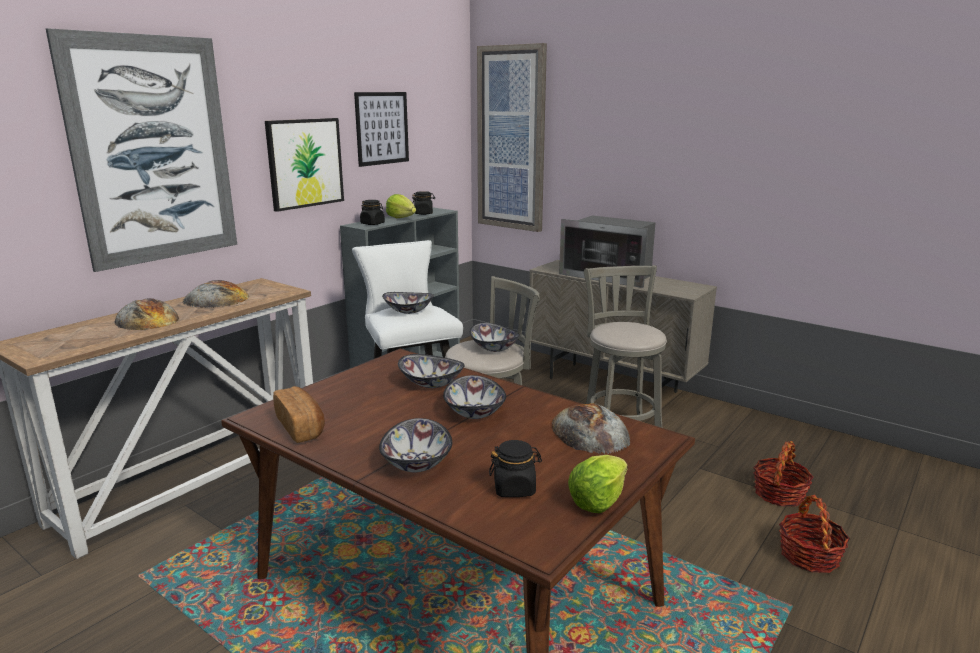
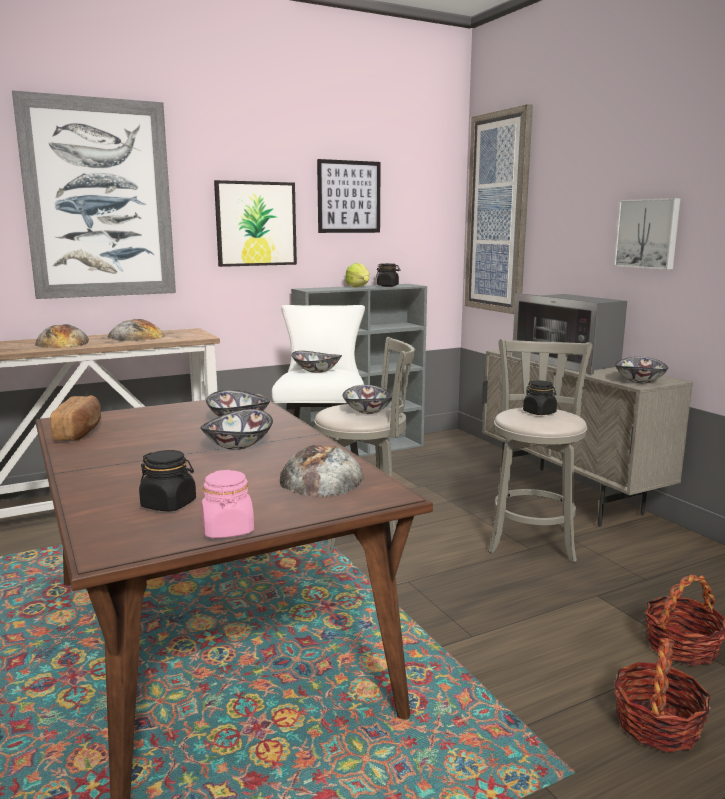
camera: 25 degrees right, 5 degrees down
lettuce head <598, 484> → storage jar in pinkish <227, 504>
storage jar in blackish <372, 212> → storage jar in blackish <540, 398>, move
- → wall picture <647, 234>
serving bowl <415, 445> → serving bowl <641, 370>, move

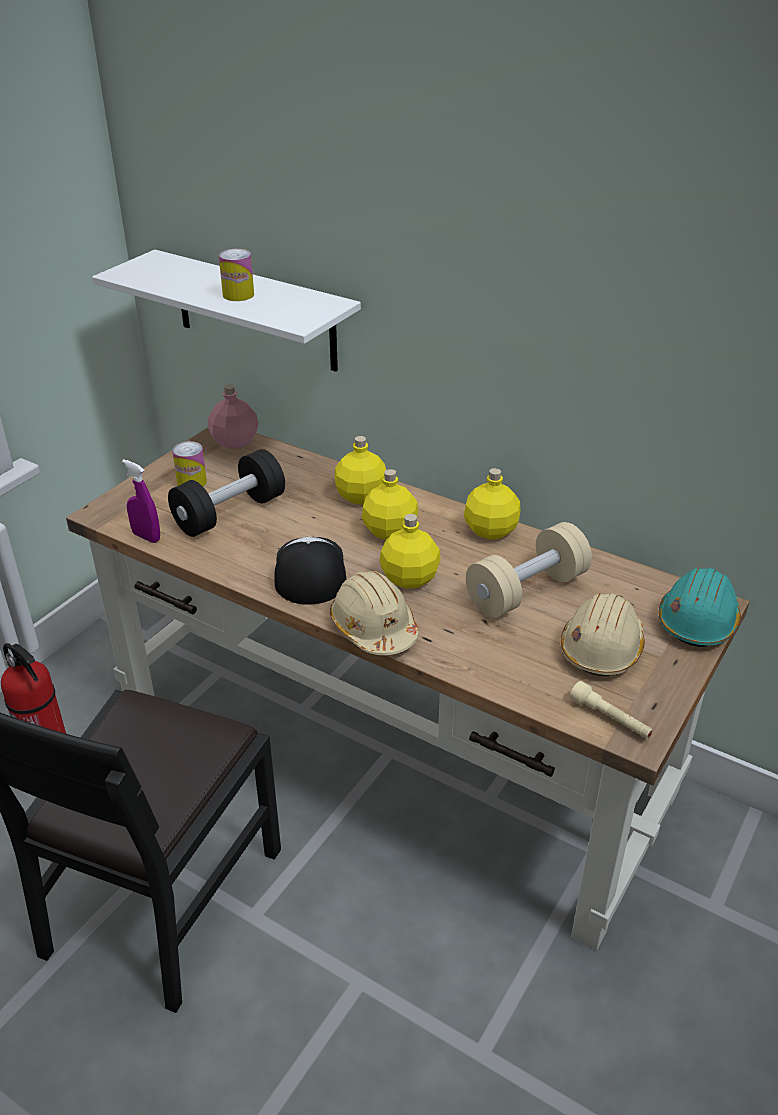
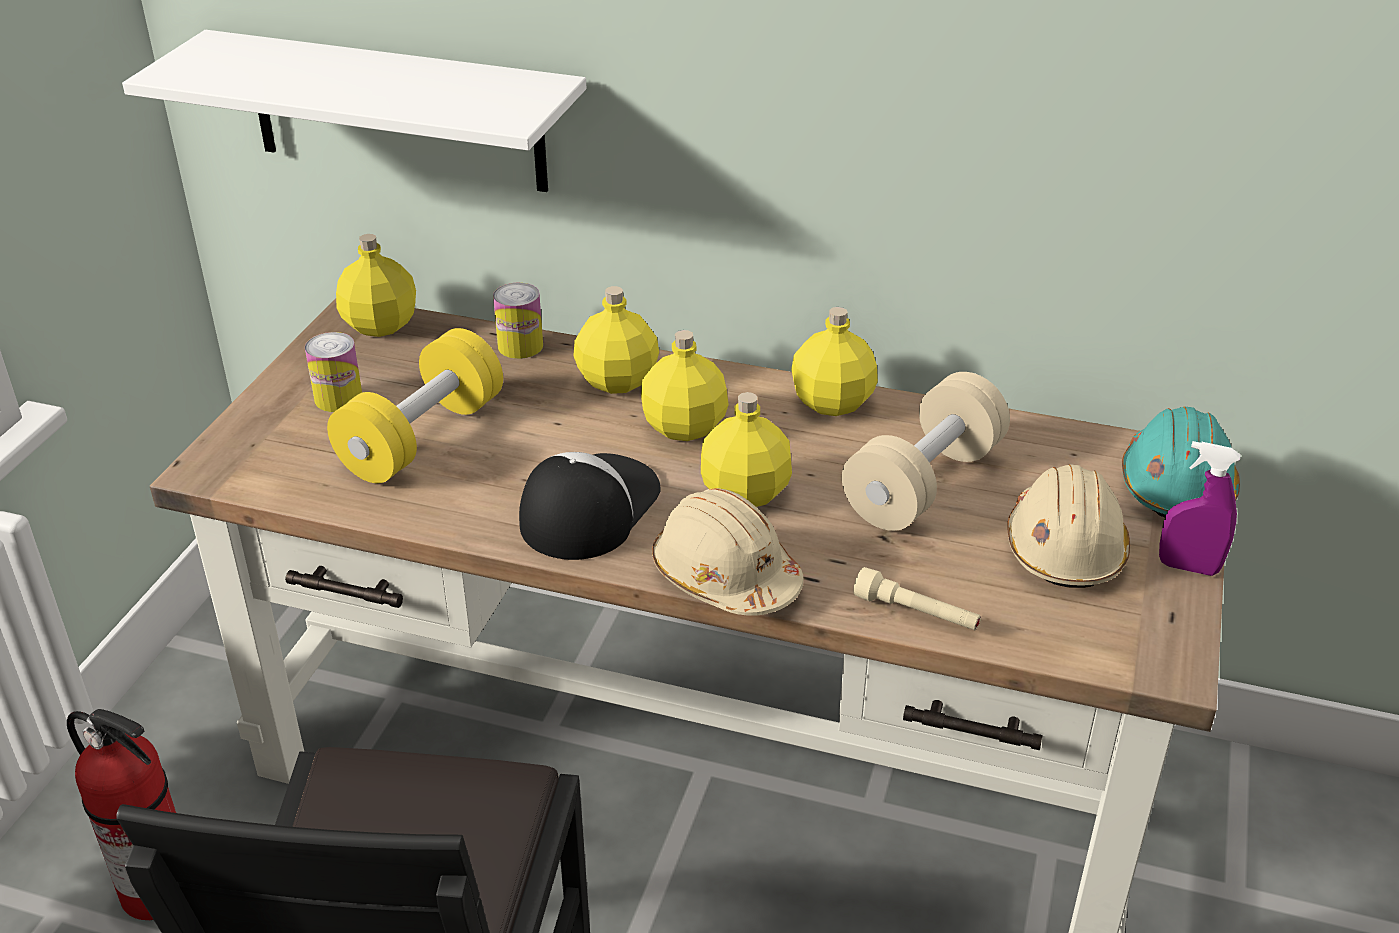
camera: 15 degrees left, 0 degrees up
dumbbell in blackish <226, 493> → dumbbell in yellow-coloured <415, 405>
drink bottle in pinkish <233, 416> → drink bottle in yellow-coloured <376, 285>
can <236, 275> → can <518, 321>, move
baseball cap <310, 571> → baseball cap <590, 506>, 45 degrees clockwise
torch in sand-coloured <611, 710> → torch in sand-coloured <917, 598>, move
hand sprayer in purple <141, 501> → hand sprayer in purple <1200, 508>, move

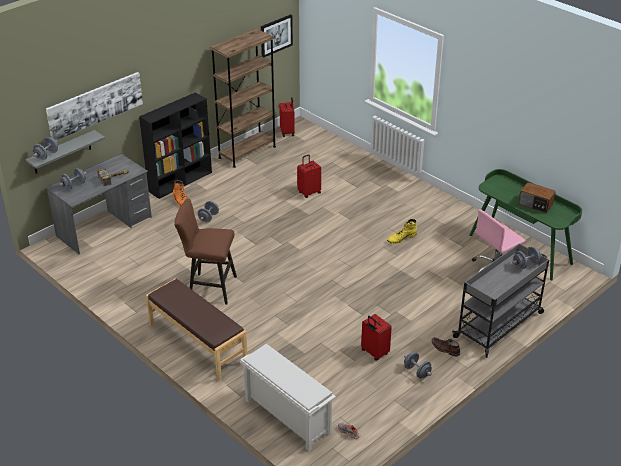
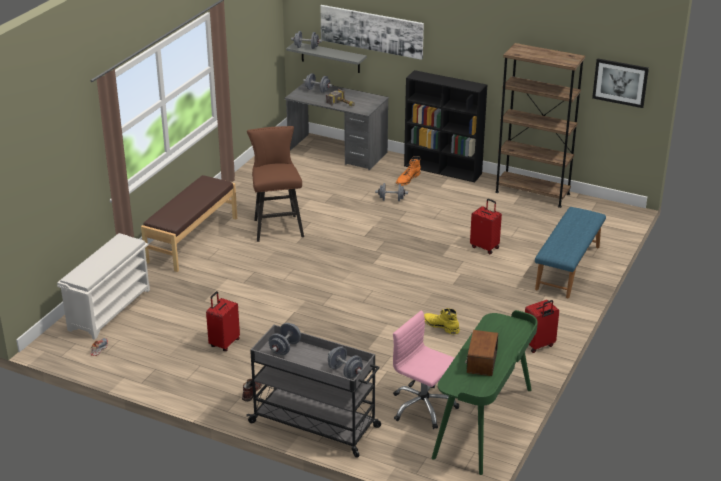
camera: 70 degrees right, 5 degrees down
dumbbell in greyish <418, 365> → dumbbell in greyish <285, 339>, move
piece of luggage in red <287, 117> → piece of luggage in red <542, 326>, move
- → bench in blue <570, 252>

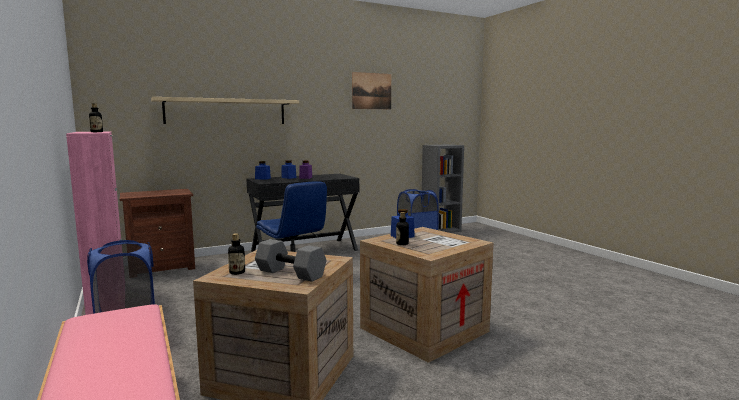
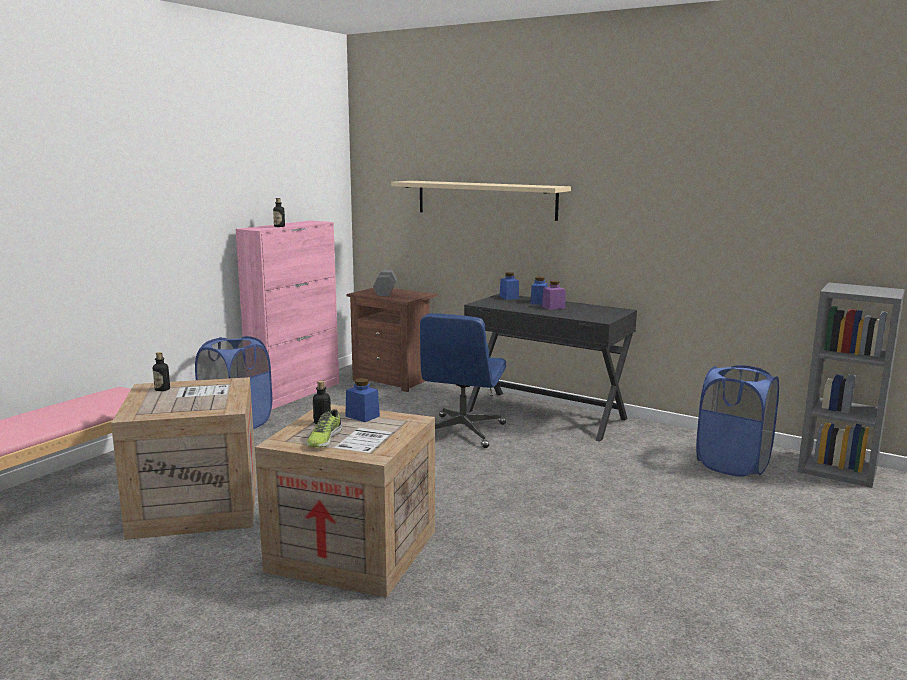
camera: 60 degrees right, 5 degrees up
- → item of footwear <324, 428>
dumbbell in greyish <291, 260> → dumbbell in greyish <385, 283>, move
wall picture <371, 90> → -

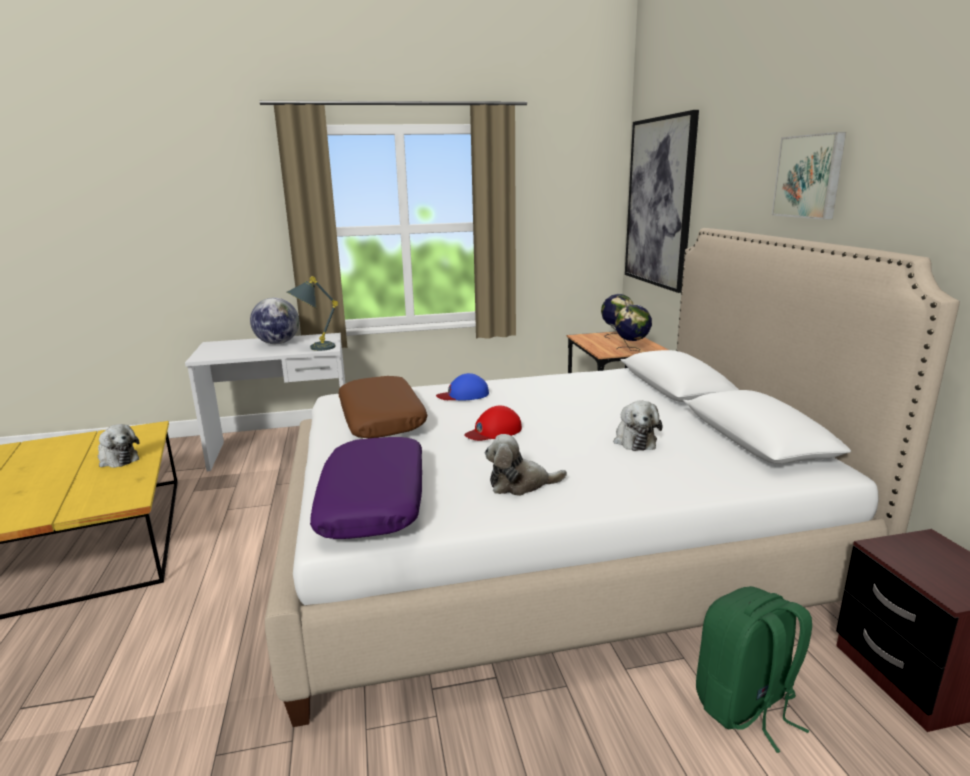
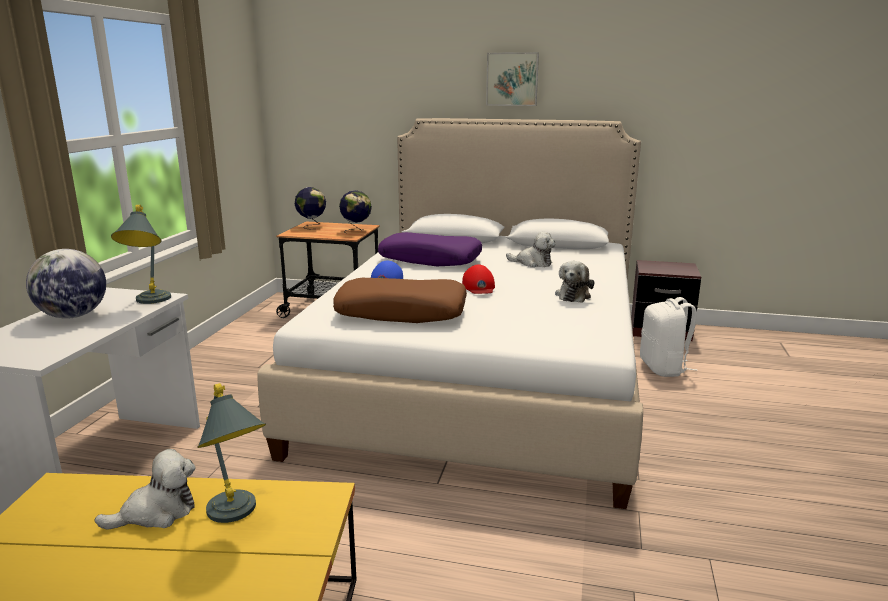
camera: 65 degrees left, 0 degrees up
- → lamp for a table in greyish <231, 453>
cushion in purple <366, 488> → cushion in purple <430, 249>, move
backpack in greenish <754, 669> → backpack in whitish <669, 337>
wall picture <662, 201> → -

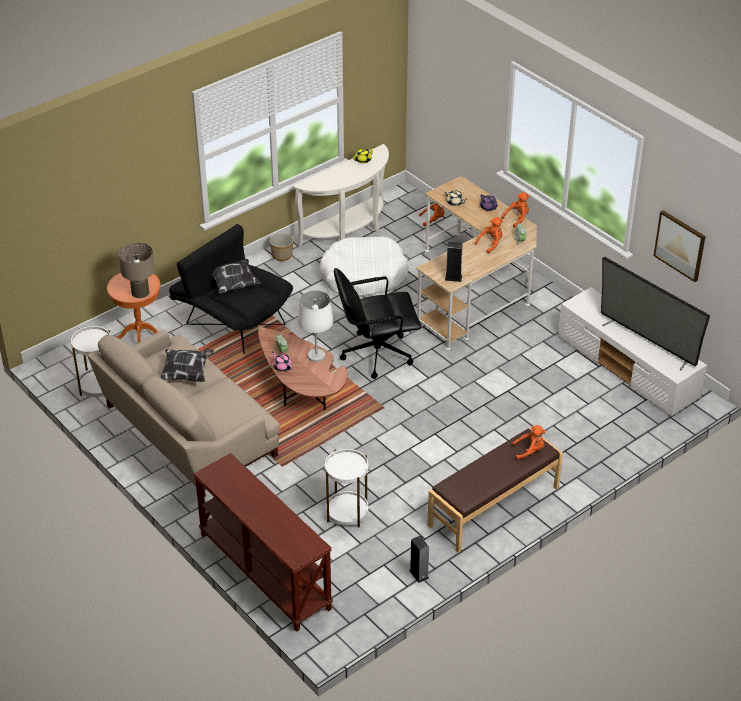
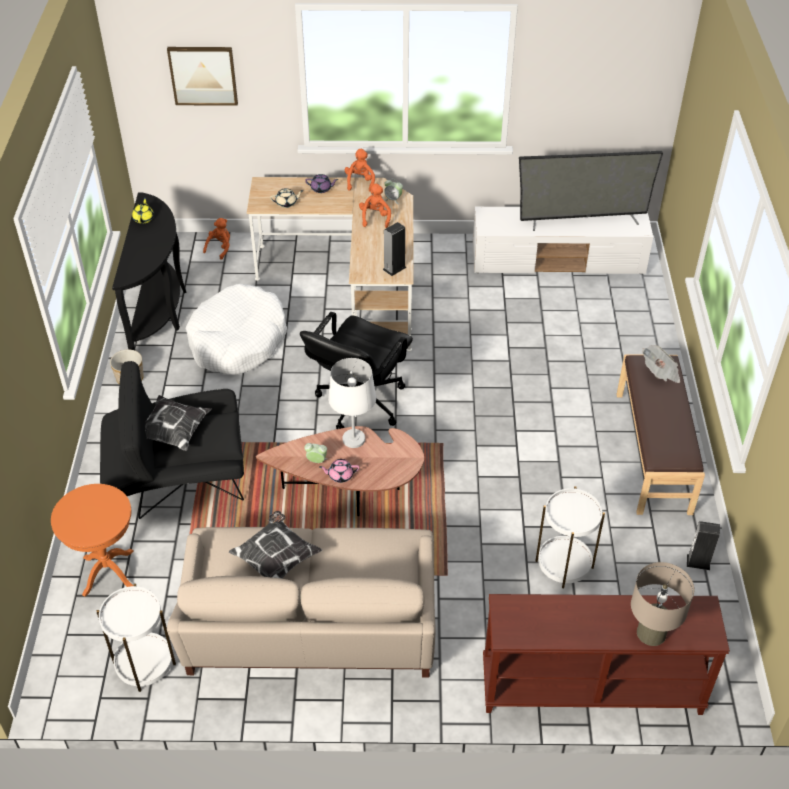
camera: 50 degrees left, 5 degrees up
hall table in whitish <341, 195> → hall table in blackish <149, 271>
wall picture <680, 246> → wall picture <202, 76>, move
lamp for a table in sand-coloured <136, 270> → lamp for a table in sand-coloured <662, 604>, move
cuddly toy in orange <529, 442> → newspaper <661, 364>

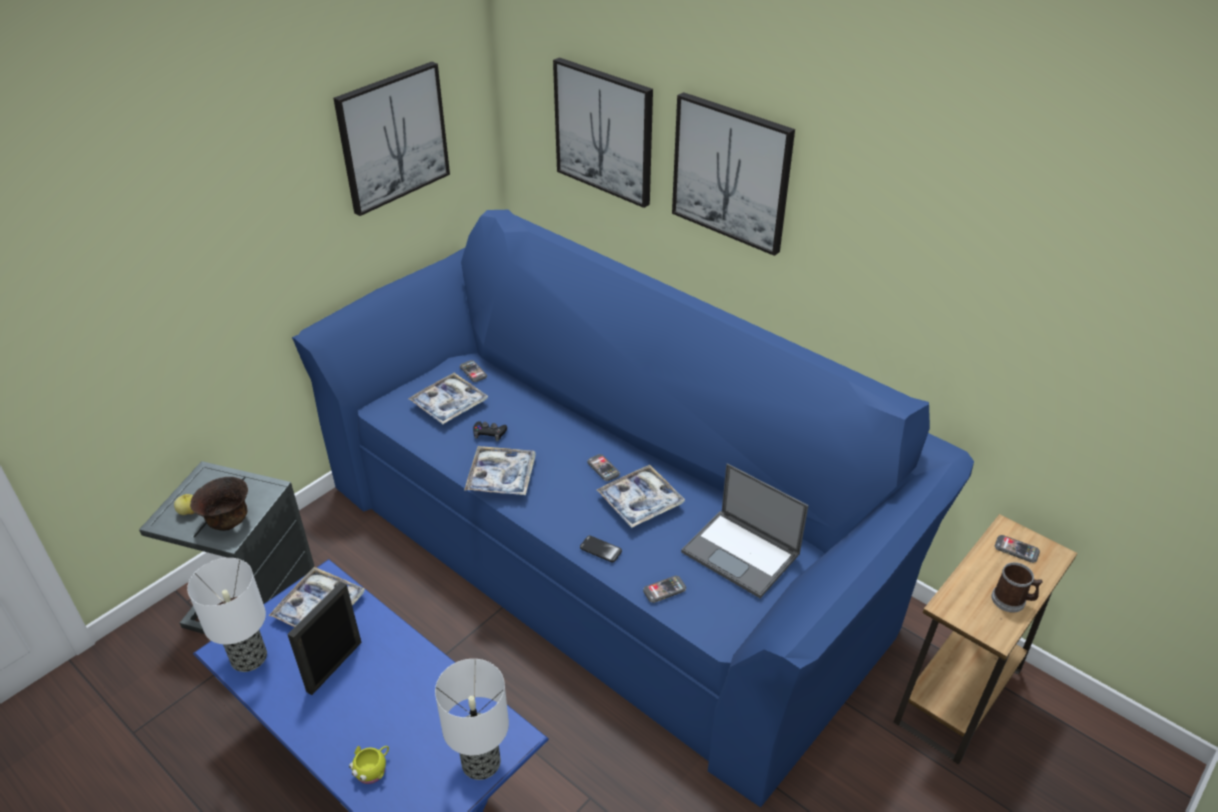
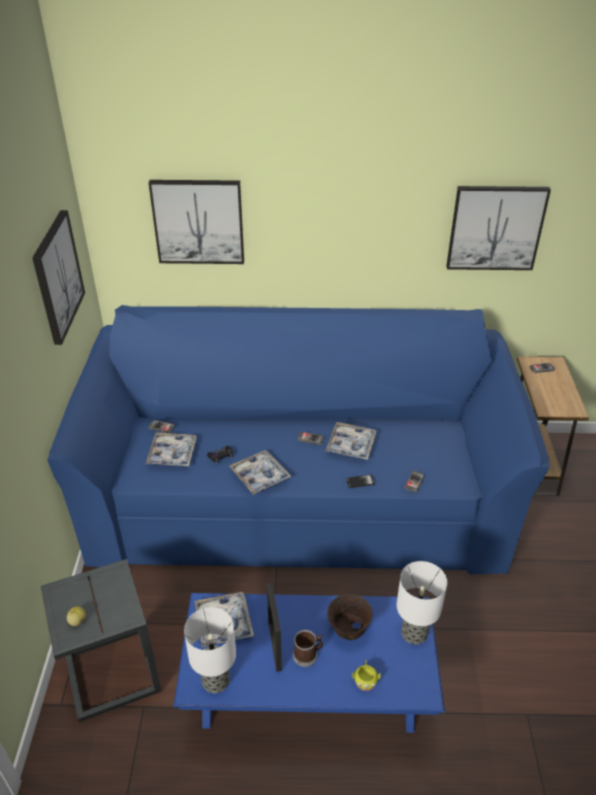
camera: 40 degrees left, 0 degrees up
tea mug <1016, 587> → tea mug <308, 648>, move
serving bowl in brown <219, 504> → serving bowl in brown <350, 617>, move
wall picture <733, 174> → wall picture <498, 228>, move
notebook computer <745, 530> → -

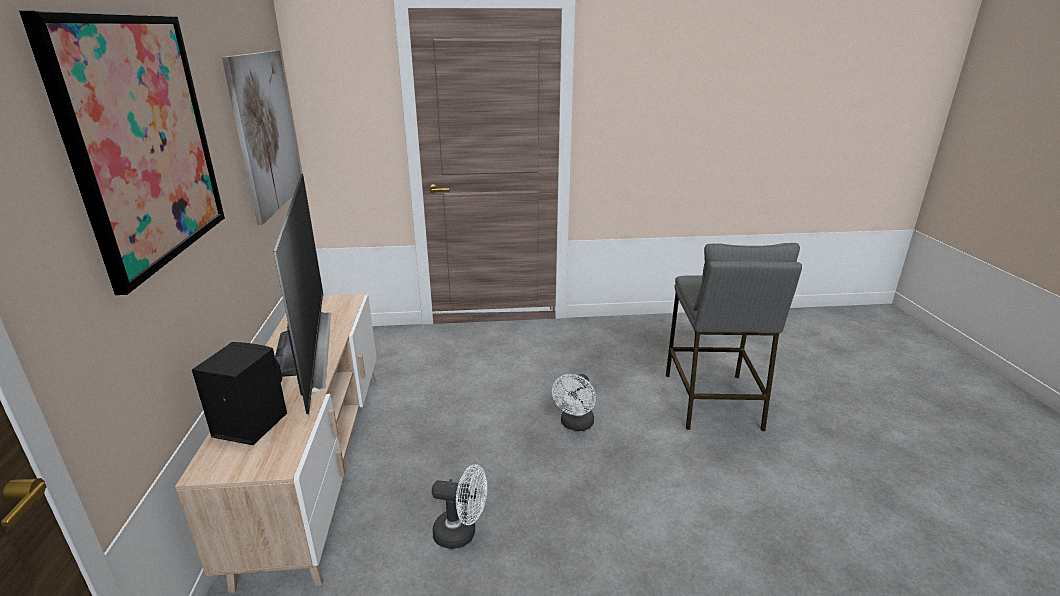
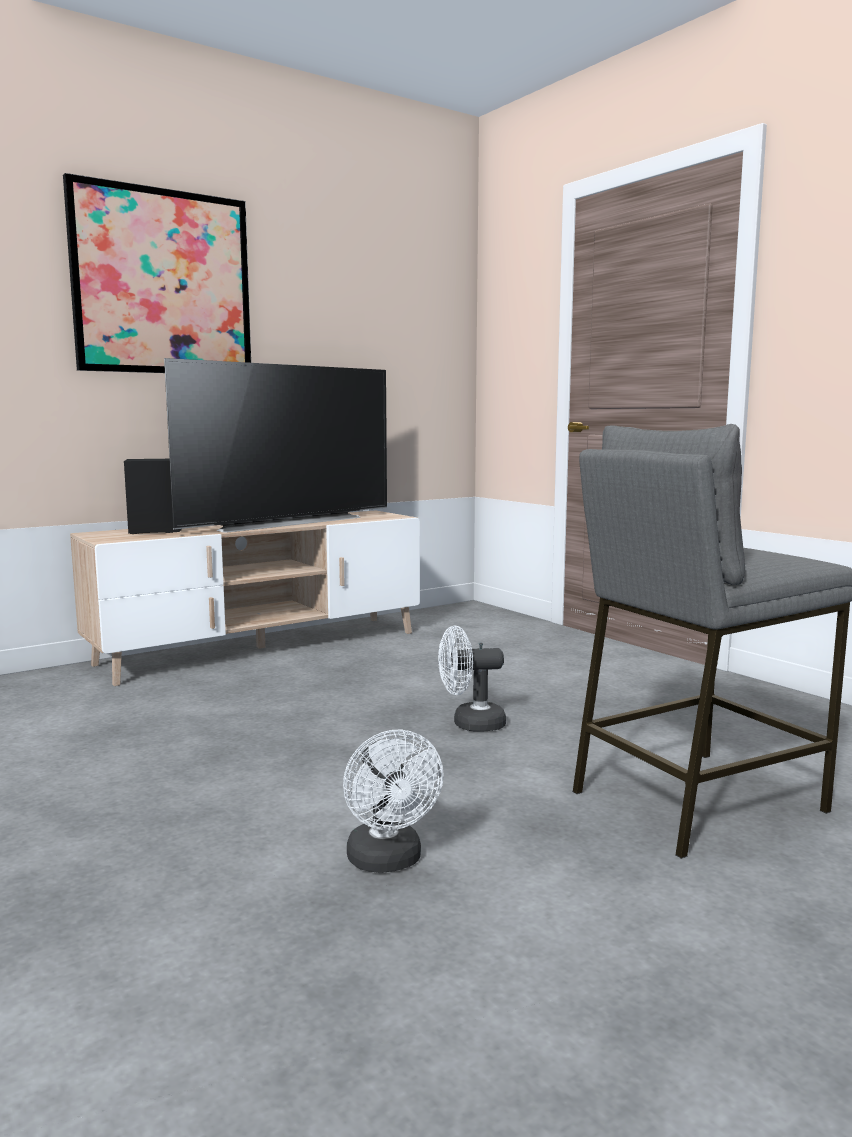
camera: 60 degrees right, 15 degrees down
cooling fan in whitish <459, 506> → cooling fan in whitish <393, 801>, move
wall picture <261, 137> → -

